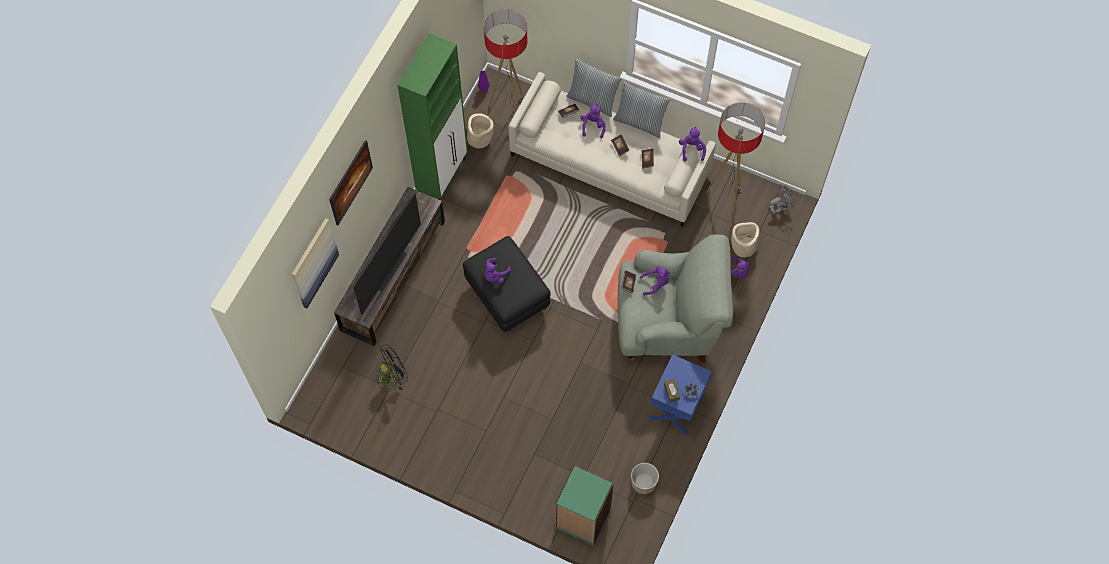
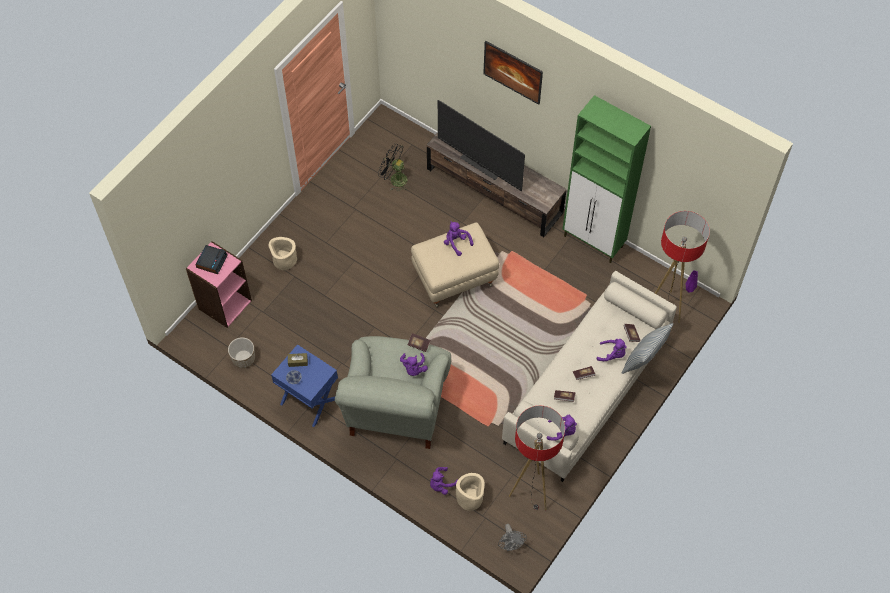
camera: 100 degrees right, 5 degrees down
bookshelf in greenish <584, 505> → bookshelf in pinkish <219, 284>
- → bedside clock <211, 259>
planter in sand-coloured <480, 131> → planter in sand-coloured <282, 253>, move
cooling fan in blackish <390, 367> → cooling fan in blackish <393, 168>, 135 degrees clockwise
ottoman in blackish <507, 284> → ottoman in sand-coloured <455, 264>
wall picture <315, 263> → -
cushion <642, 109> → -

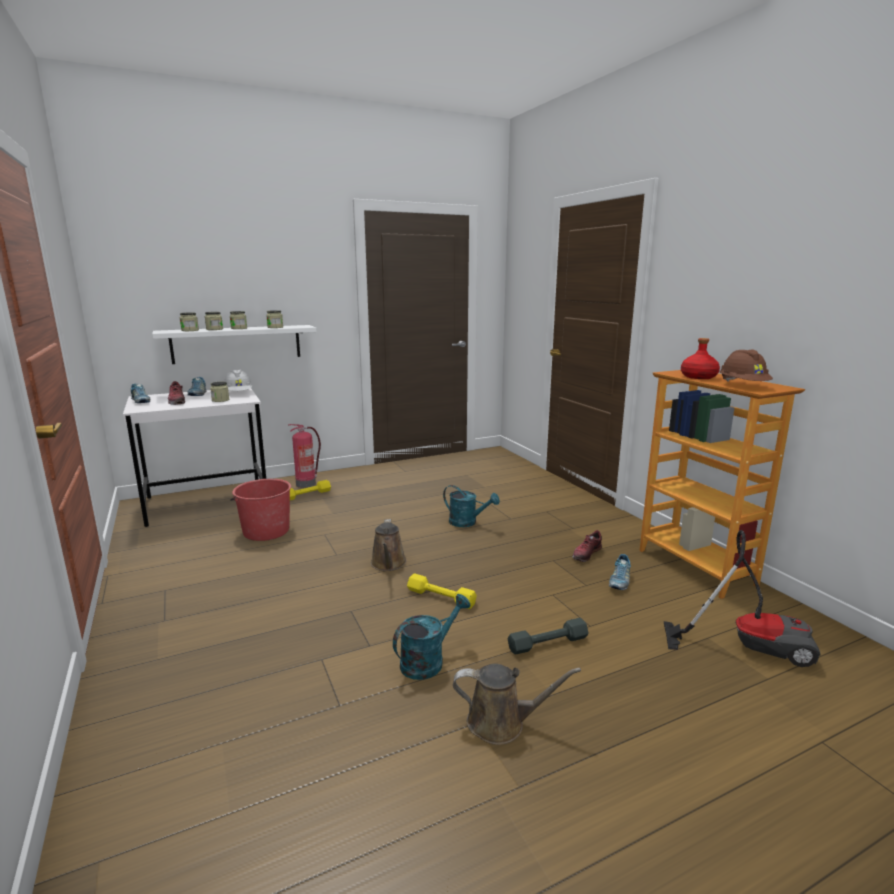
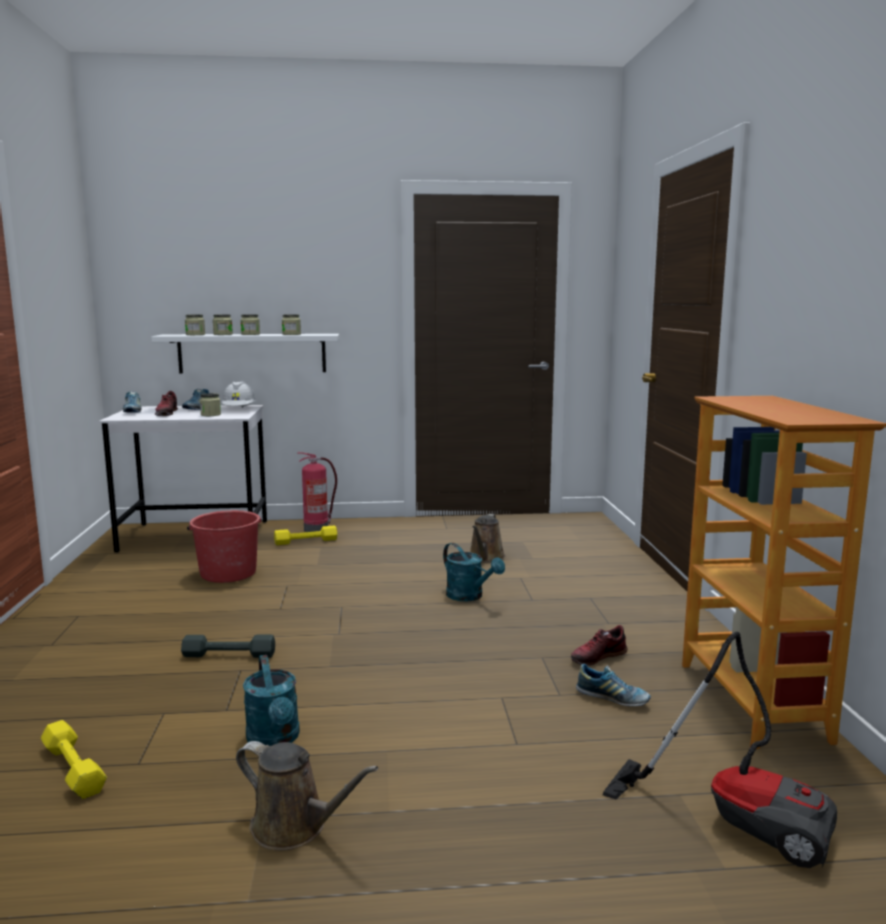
camera: 20 degrees right, 5 degrees down
dumbbell in yellow-coloured <442, 591> → dumbbell in yellow-coloured <74, 759>, move
dumbbell in greyish <548, 636> → dumbbell in greyish <228, 646>, move
watering pot in turquoise-coloured <431, 637> → watering pot in turquoise-coloured <271, 700>, 90 degrees clockwise
watering pot in brown <389, 545> → watering pot in brown <487, 538>, move
item of footwear <620, 572> → item of footwear <613, 685>, 105 degrees counterclockwise
drink bottle in red <700, 358> → -
work helmet in brown <746, 366> → -

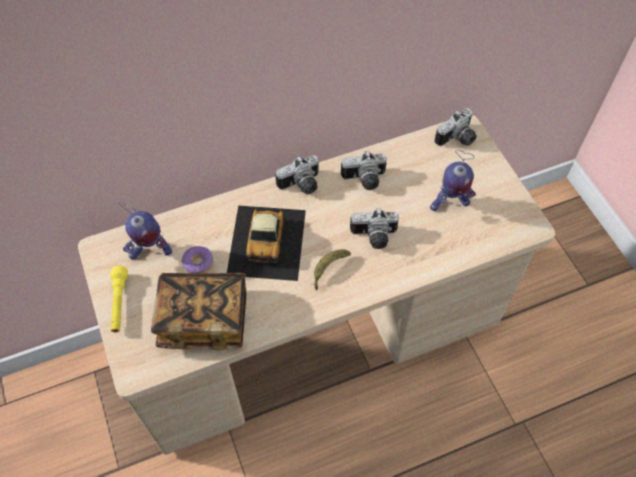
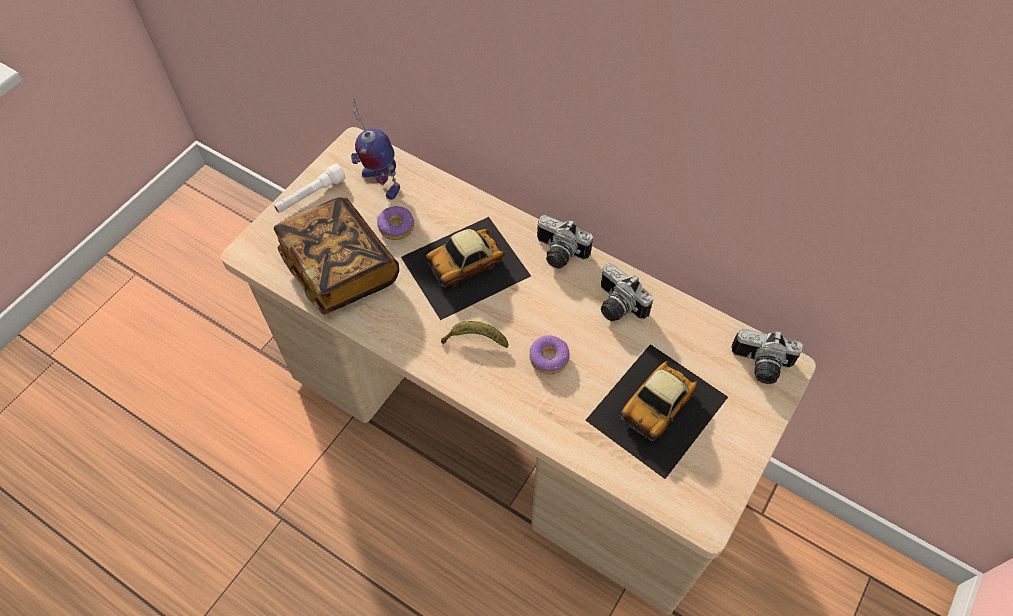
camera: 55 degrees right, 0 degrees up
torch in yellow-coloured <119, 299> → torch in whitish <309, 188>
photo camera <374, 228> → doughnut <549, 355>
toy robot <453, 180> → model car <656, 411>

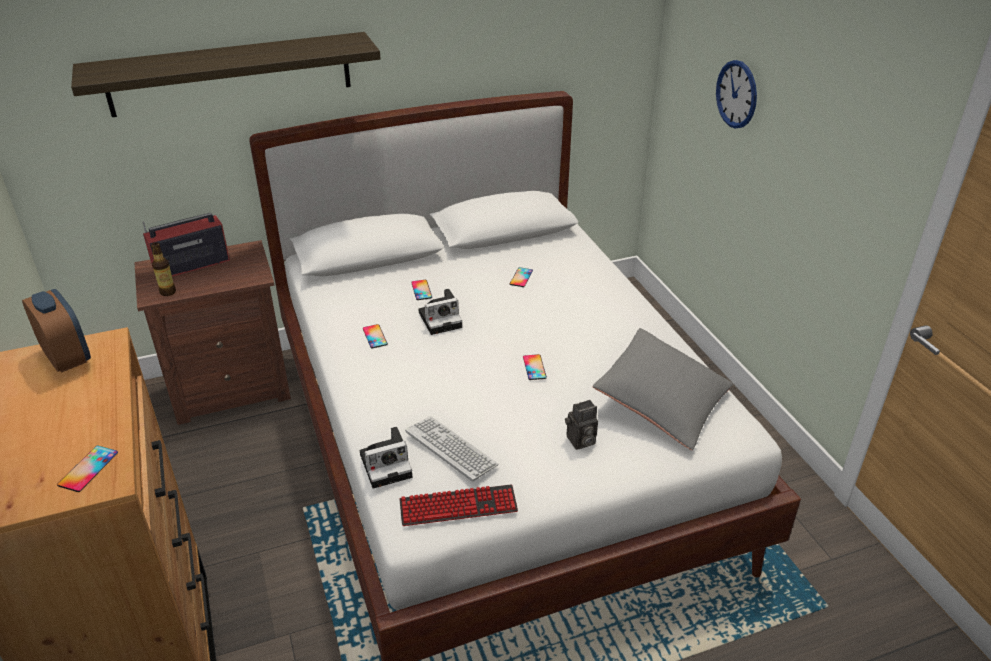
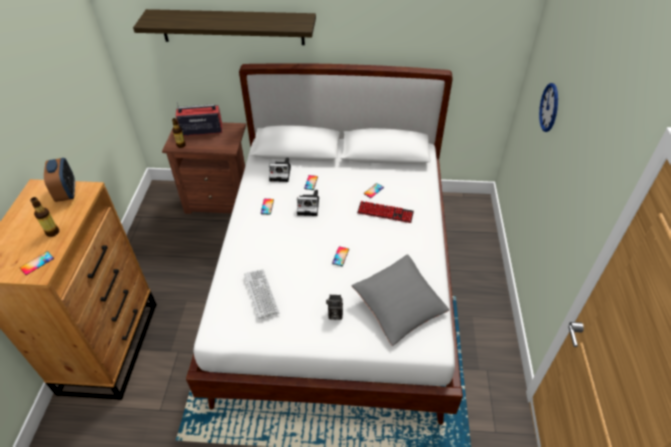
camera: 25 degrees right, 10 degrees up
- → drink bottle <44, 217>
photo camera <386, 458> → photo camera <280, 169>, move
keyboard <458, 505> → keyboard <385, 212>, move

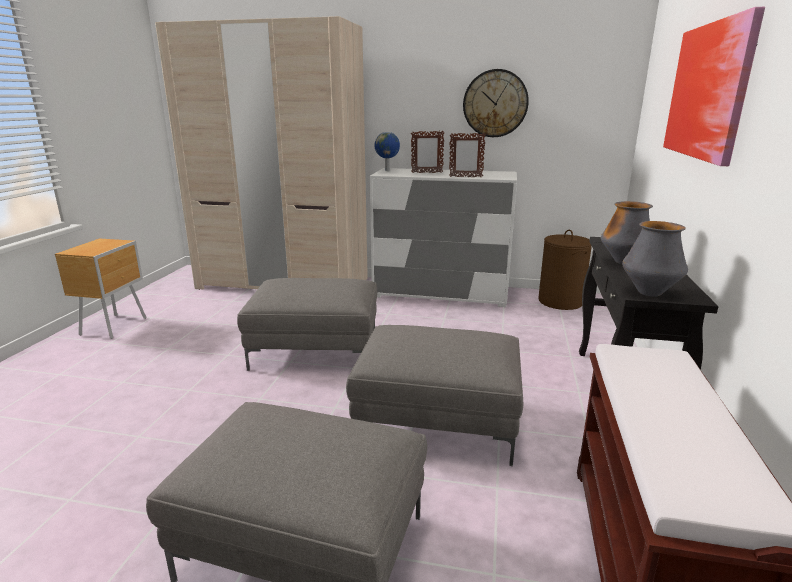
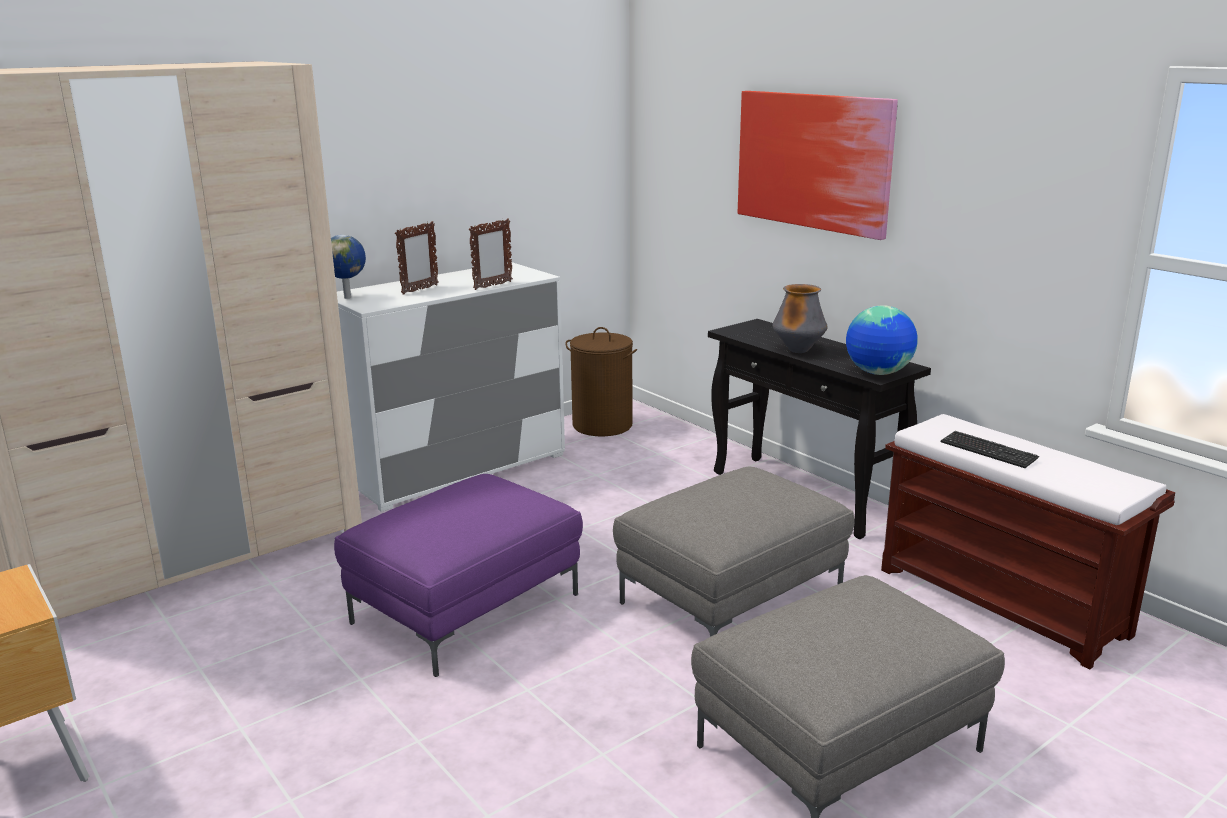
camera: 50 degrees left, 0 degrees up
ottoman in greyish <307, 324> → ottoman in purple <458, 575>
flower vase <655, 259> → globe <882, 340>
- → keyboard <990, 449>
wall clock <496, 103> → -

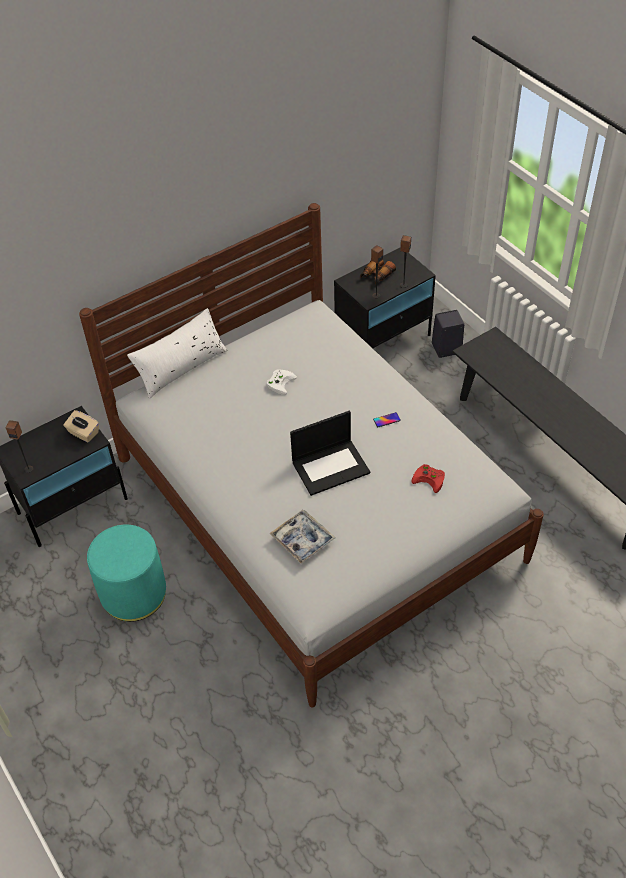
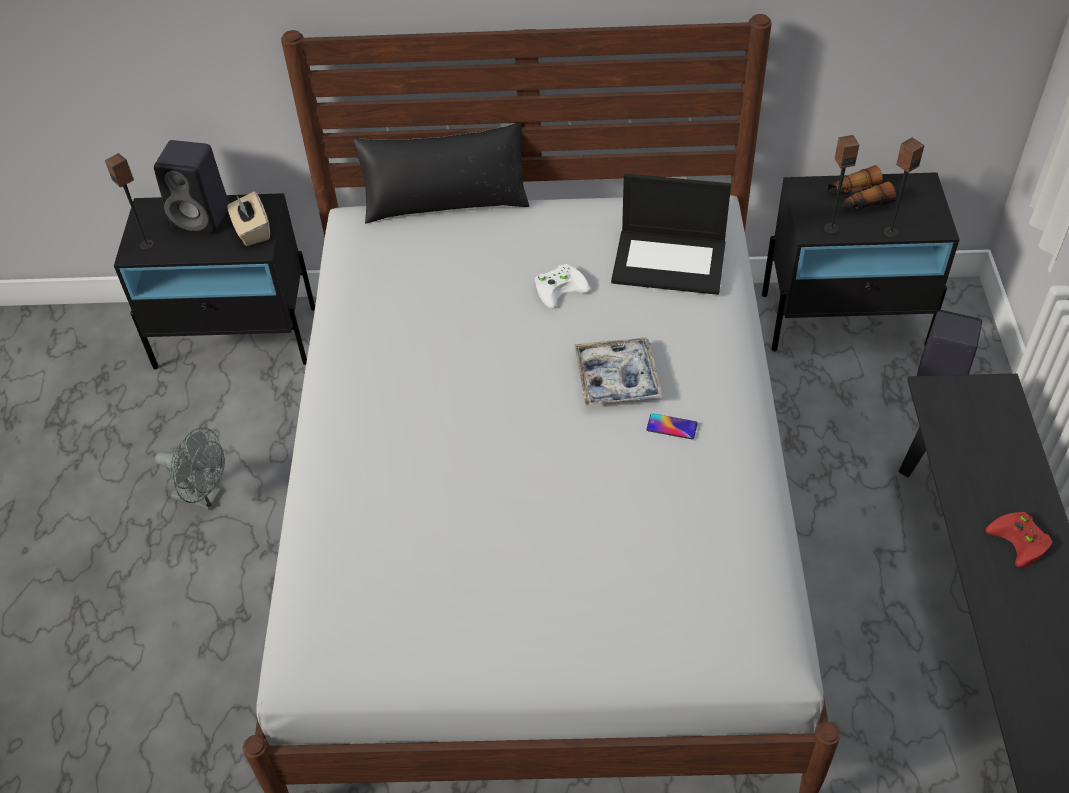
camera: 35 degrees right, 0 degrees up
- → loudspeaker in blackish <191, 186>
ottoman in turquoise-coloured <126, 573> → cooling fan in greyish <190, 468>
cushion in whitish <177, 353> → cushion in blackish <441, 173>
serving tray <302, 536> → serving tray <618, 372>, move
notebook computer <330, 453> → notebook computer <671, 234>, move
joypad in red <428, 478> → joypad in red <1019, 540>, move

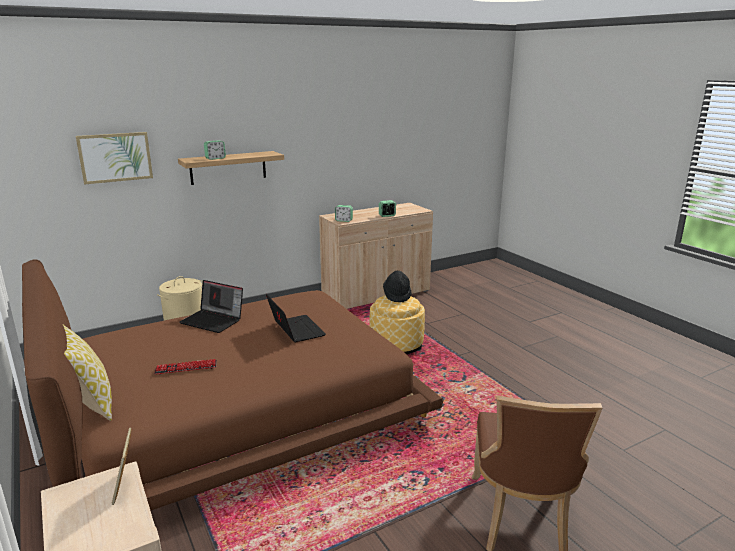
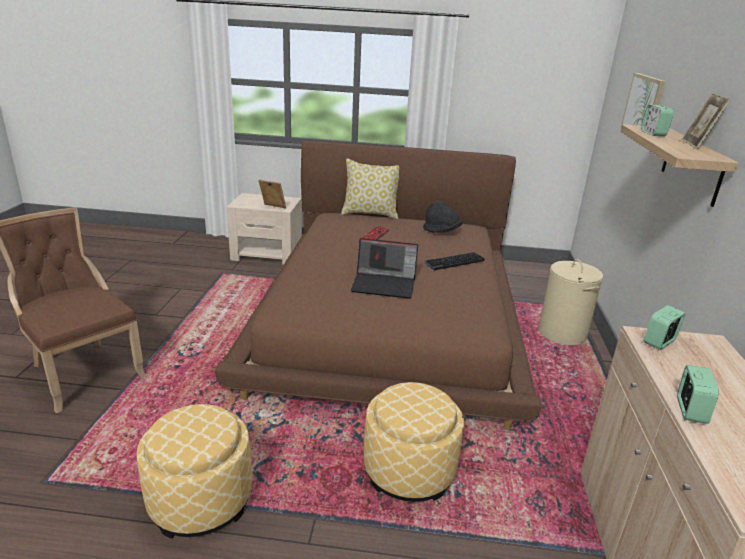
camera: 125 degrees right, 5 degrees up
- → ottoman <194, 471>
wearable hat in blackish <397, 286> → wearable hat in blackish <442, 217>, move
notebook computer <211, 306> → keyboard <454, 261>
- → picture frame <706, 121>

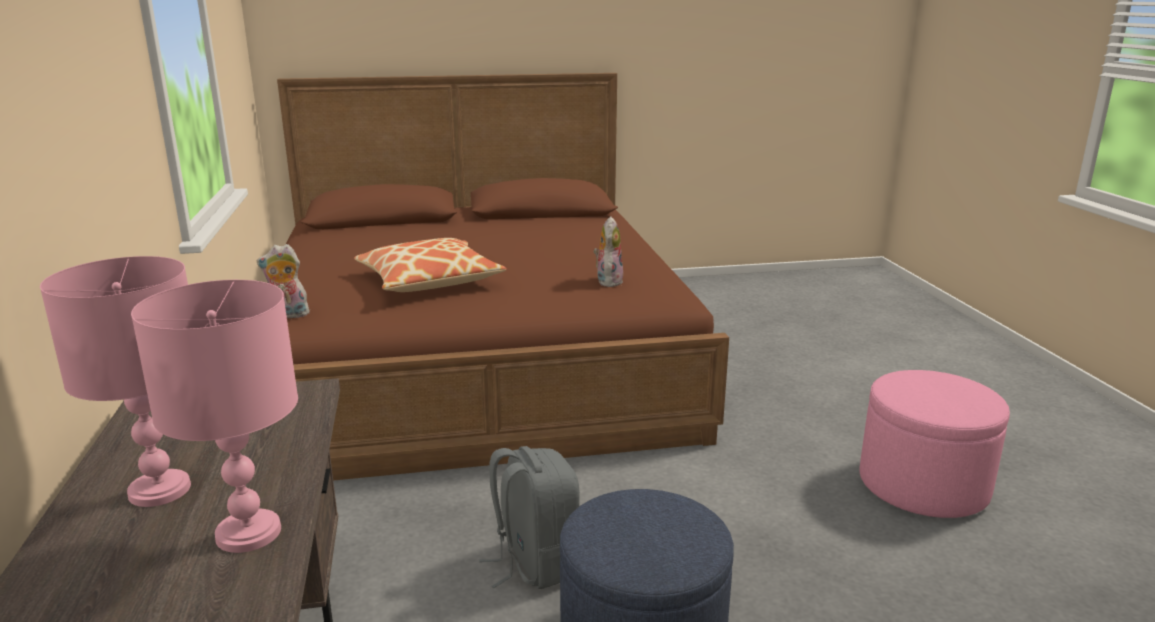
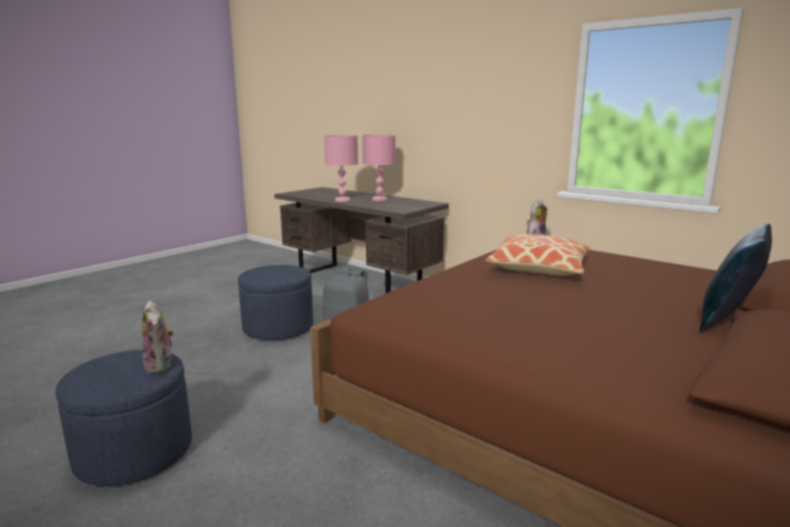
camera: 140 degrees right, 5 degrees down
ottoman in pinkish <934, 444> → ottoman in blue <124, 418>
cuddly toy <608, 251> → cuddly toy <158, 337>, move
- → cushion in blue <736, 278>

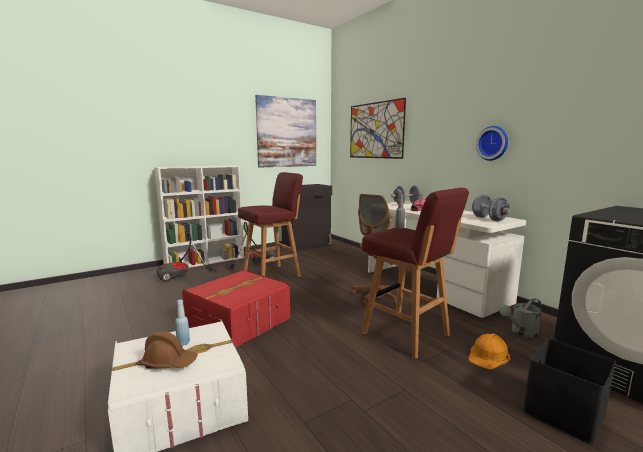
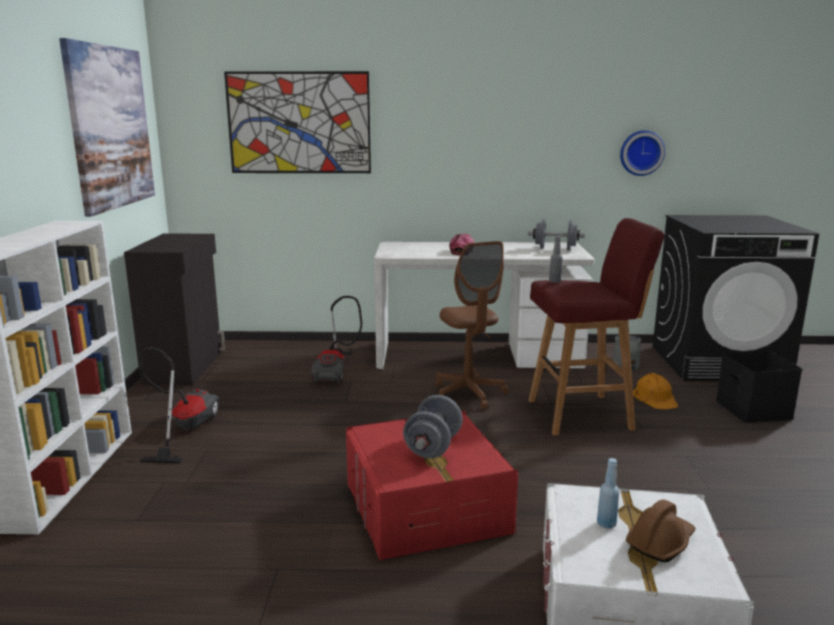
camera: 55 degrees left, 5 degrees up
hoover <187, 257> → hoover <337, 339>, move
dumbbell in greyish <407, 195> → dumbbell in greyish <433, 426>, move
wall clock <492, 143> → wall clock <642, 153>, move
sitting stool in red <270, 224> → -

